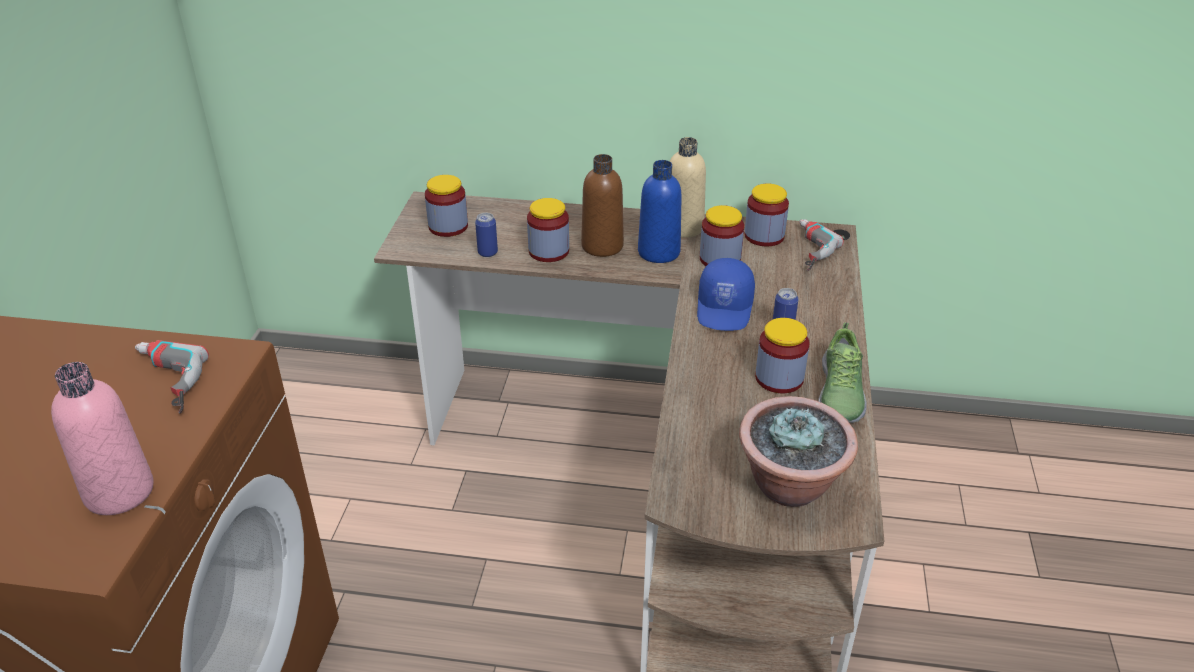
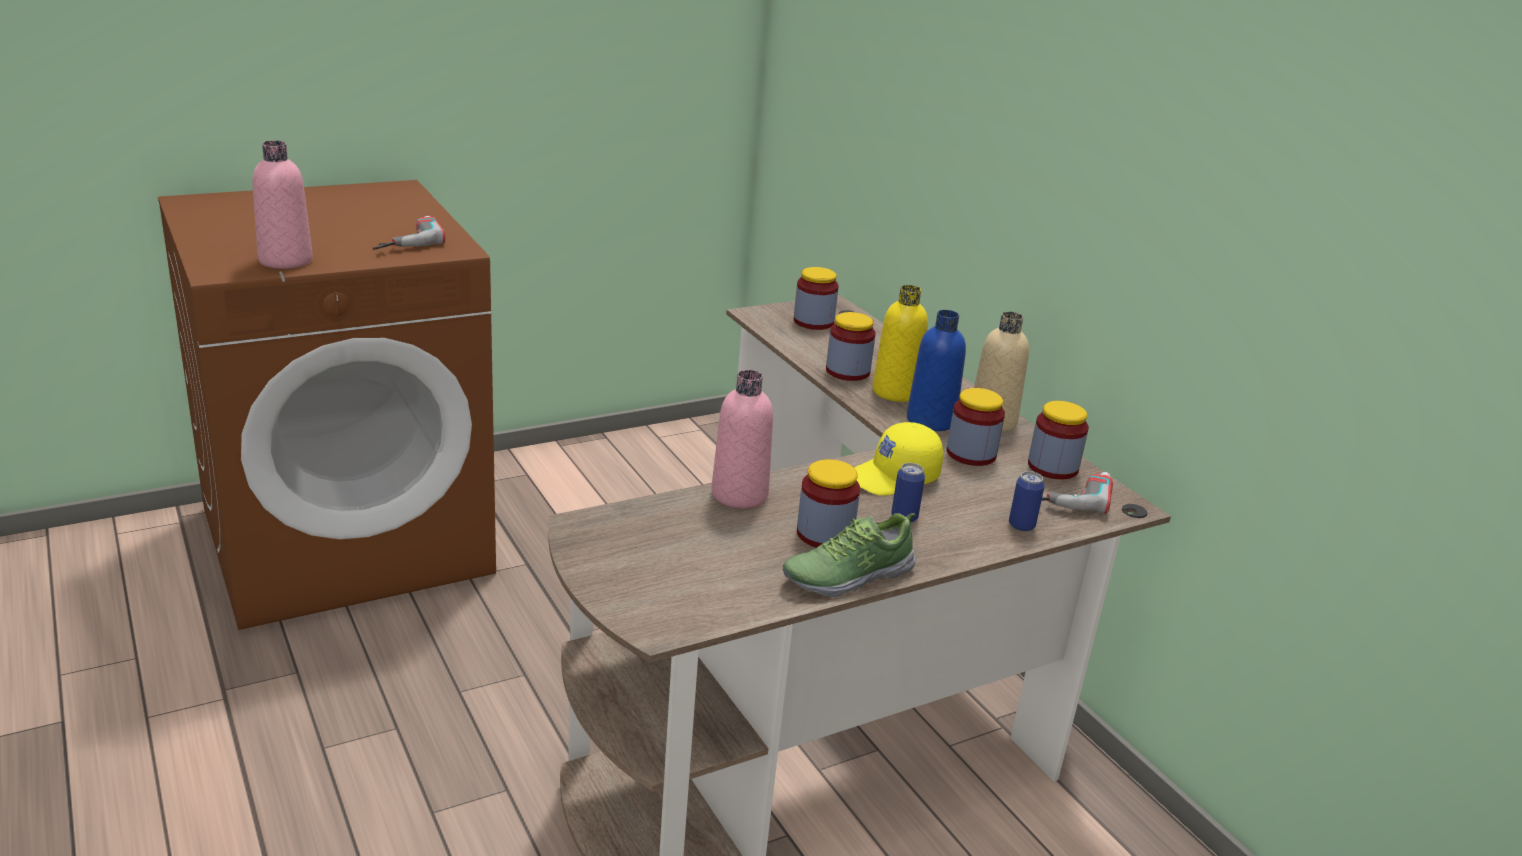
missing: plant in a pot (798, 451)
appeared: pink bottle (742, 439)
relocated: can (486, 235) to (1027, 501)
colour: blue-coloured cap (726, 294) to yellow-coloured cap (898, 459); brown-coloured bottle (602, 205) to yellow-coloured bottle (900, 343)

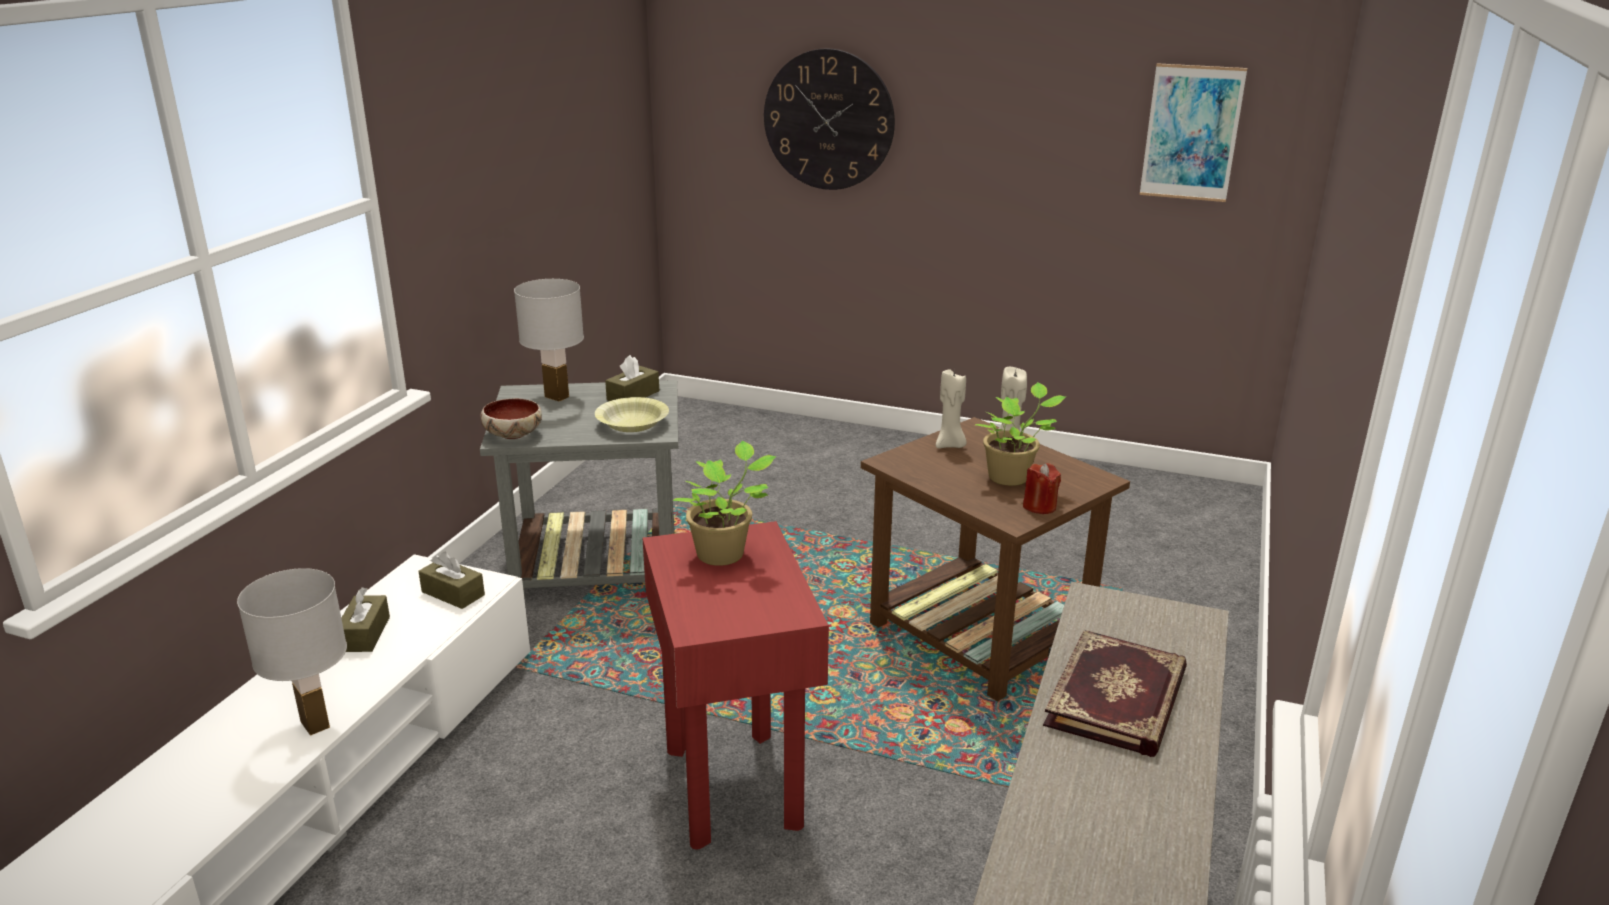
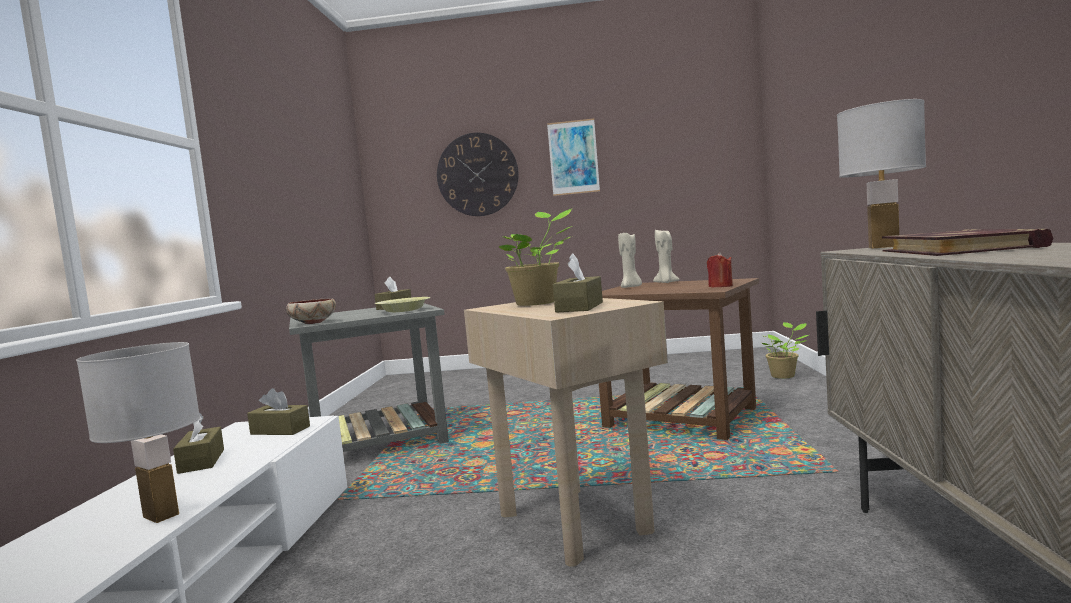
appeared: brown-coloured tissue holder (578, 283)
relocated: wall art (1193, 132) to (573, 157); plant in a pot (1020, 434) to (785, 350); whitish lamp for a table (549, 340) to (881, 173)
colour: red accent table (736, 685) to beige accent table (566, 432)

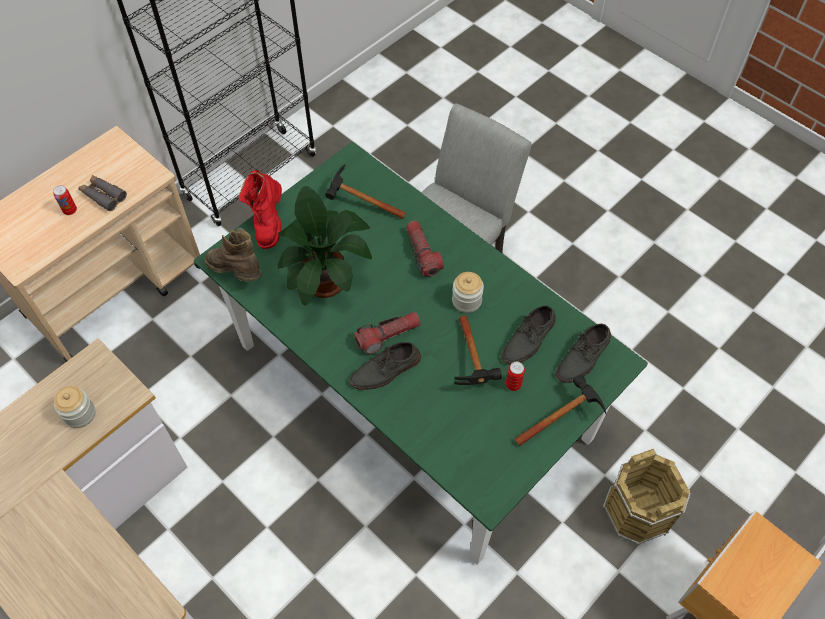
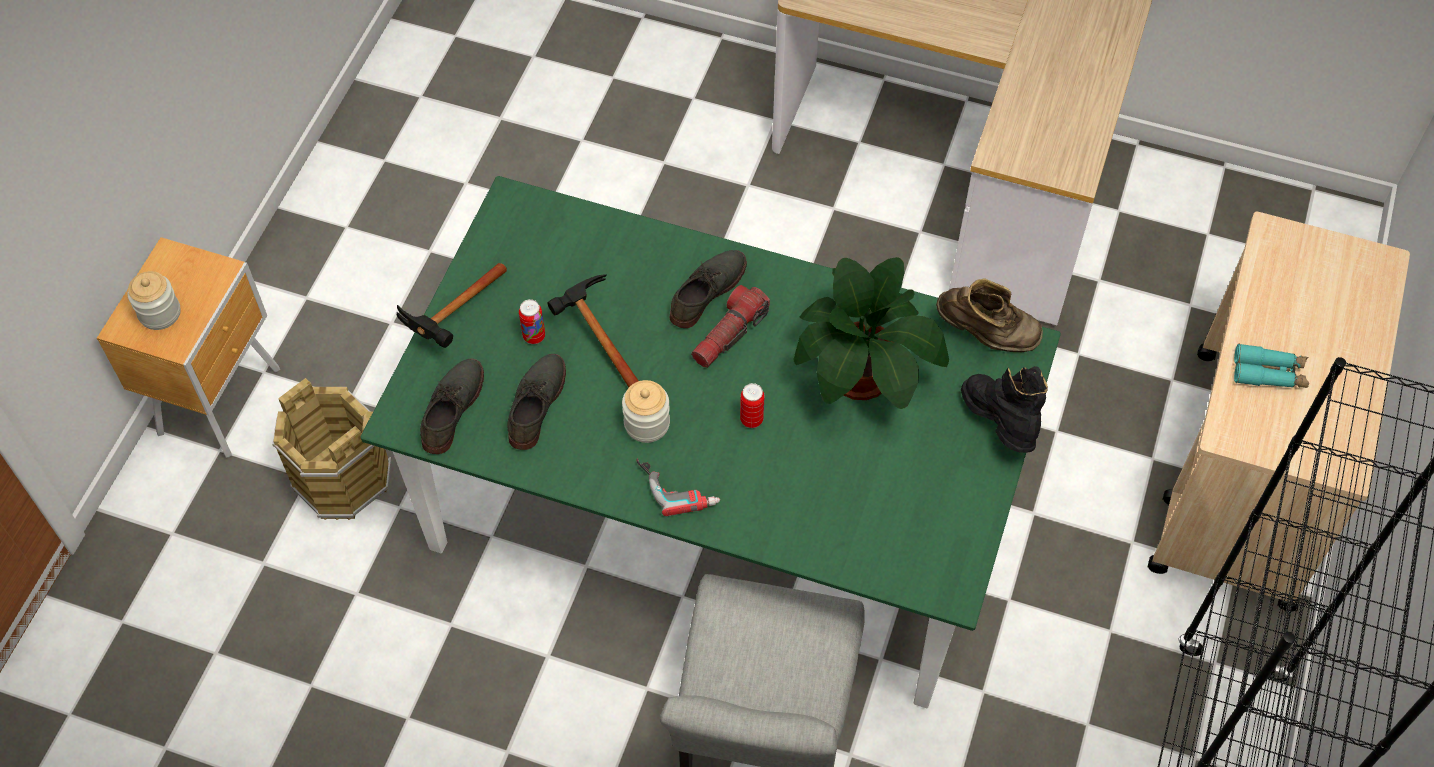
missing: hammer (365, 191); flashlight (425, 248)
appeared: power drill (678, 487)
relocated: storage jar (75, 407) to (154, 300); can (65, 200) to (752, 405)
colour: red high-top boot (260, 209) to blackish high-top boot (1004, 409); gray pair of binoculars (102, 193) to turquoise-coloured pair of binoculars (1271, 365)

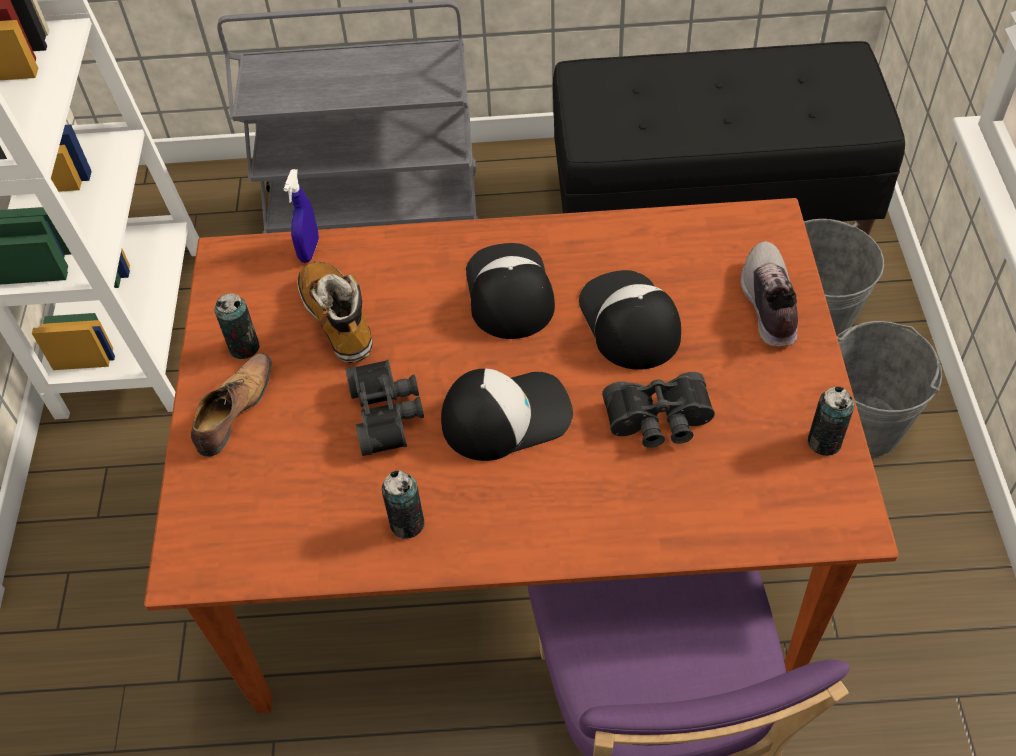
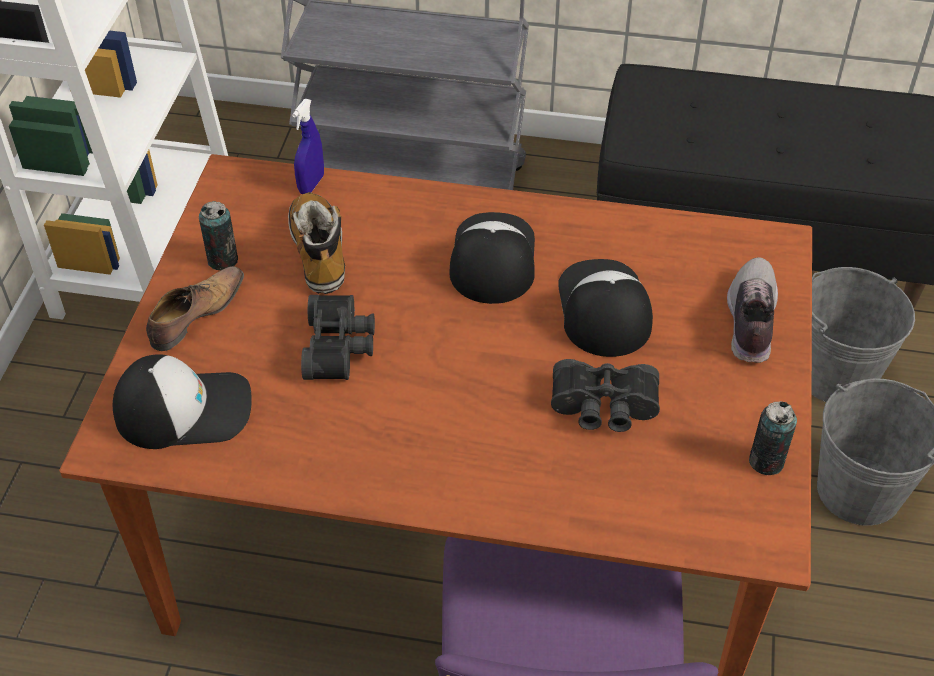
missing: can (403, 504)
relocated: cap (507, 415) to (182, 401)

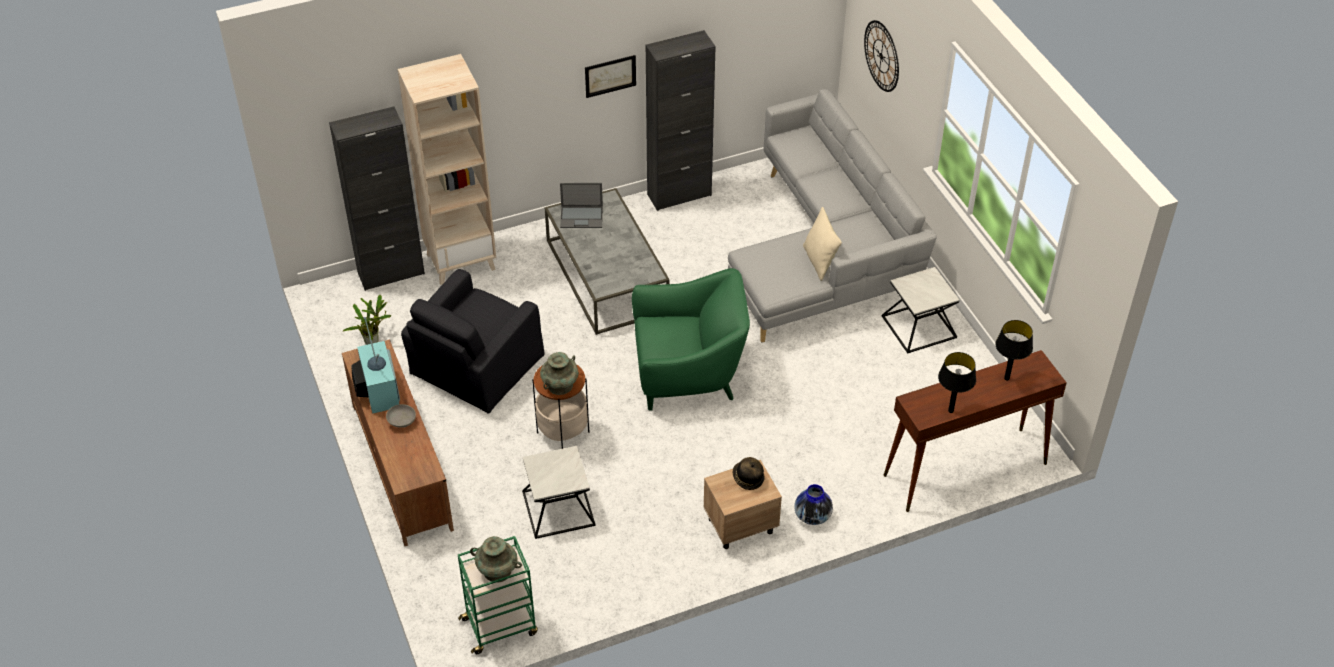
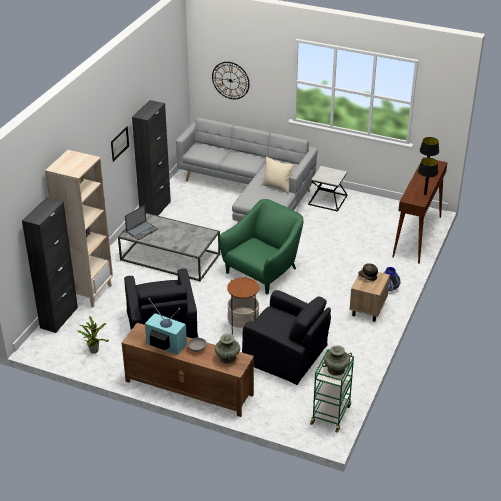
relocated: turquoise-coloured flower vase (559, 373) to (227, 349)
exchanged: accent table (559, 492) to blackish easy chair (286, 337)

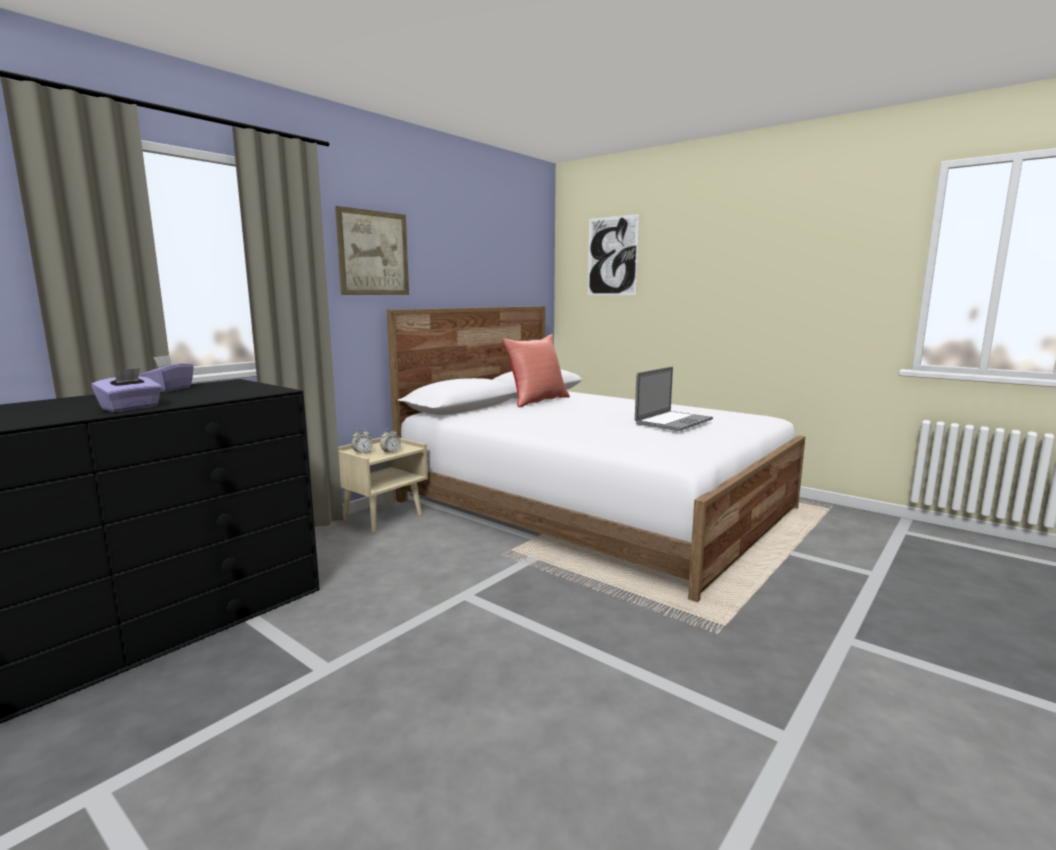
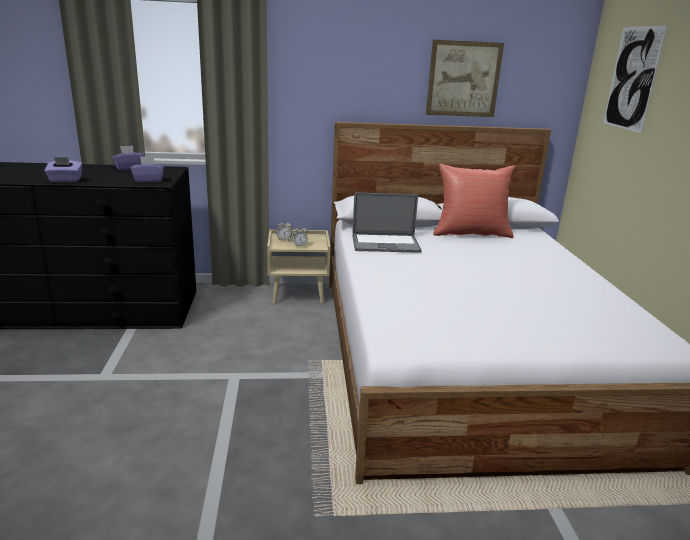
appeared: purple tissue holder (147, 169)
relocated: laptop (674, 398) to (387, 222); wall art (372, 250) to (465, 78)

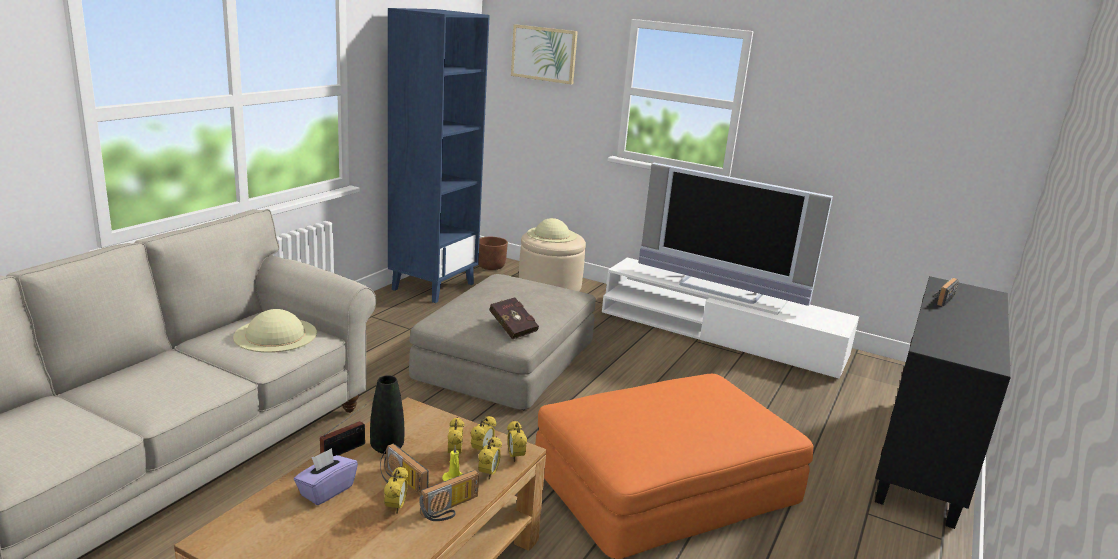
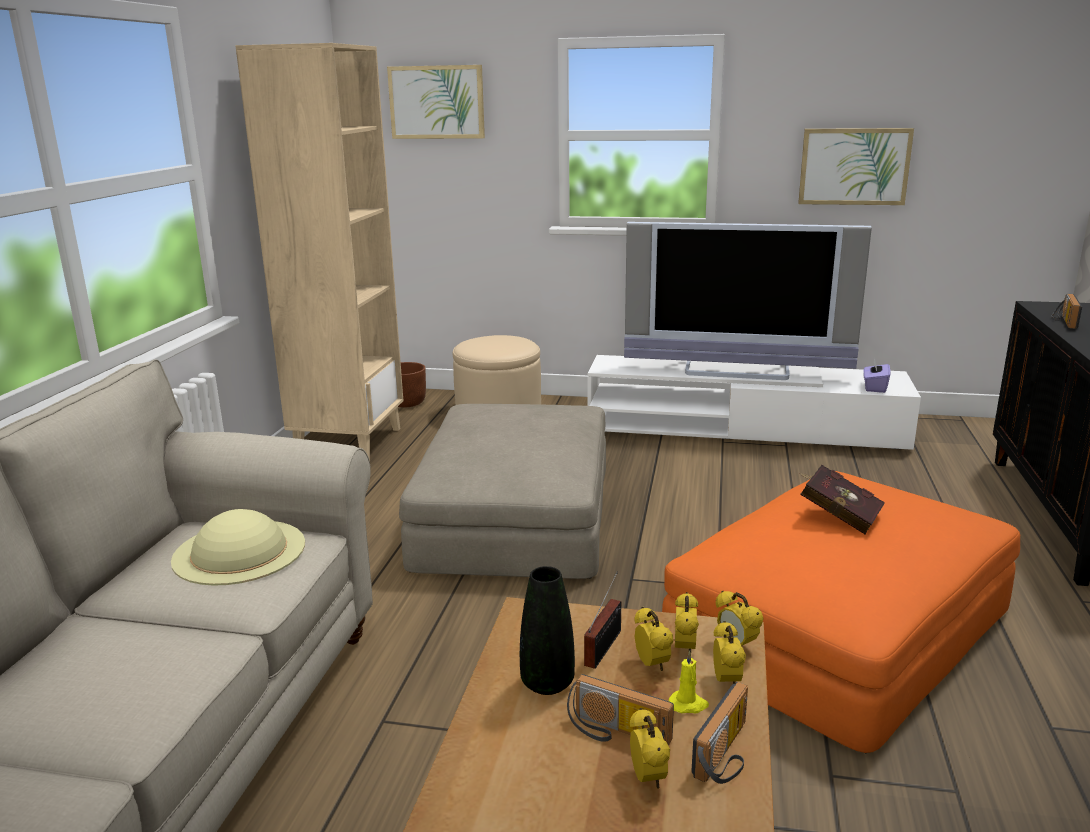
missing: beige hat (552, 230)
appeared: wall art (856, 166)
relocated: radio (343, 430) to (602, 620); red book (514, 318) to (842, 499); purple tissue holder (326, 476) to (876, 375)
colour: blue-coloured bookshelf (439, 155) to beige bookshelf (319, 252)

